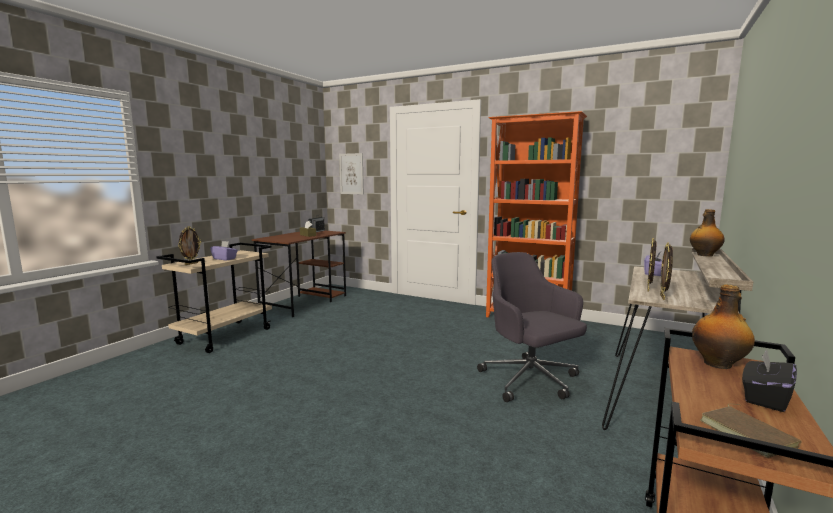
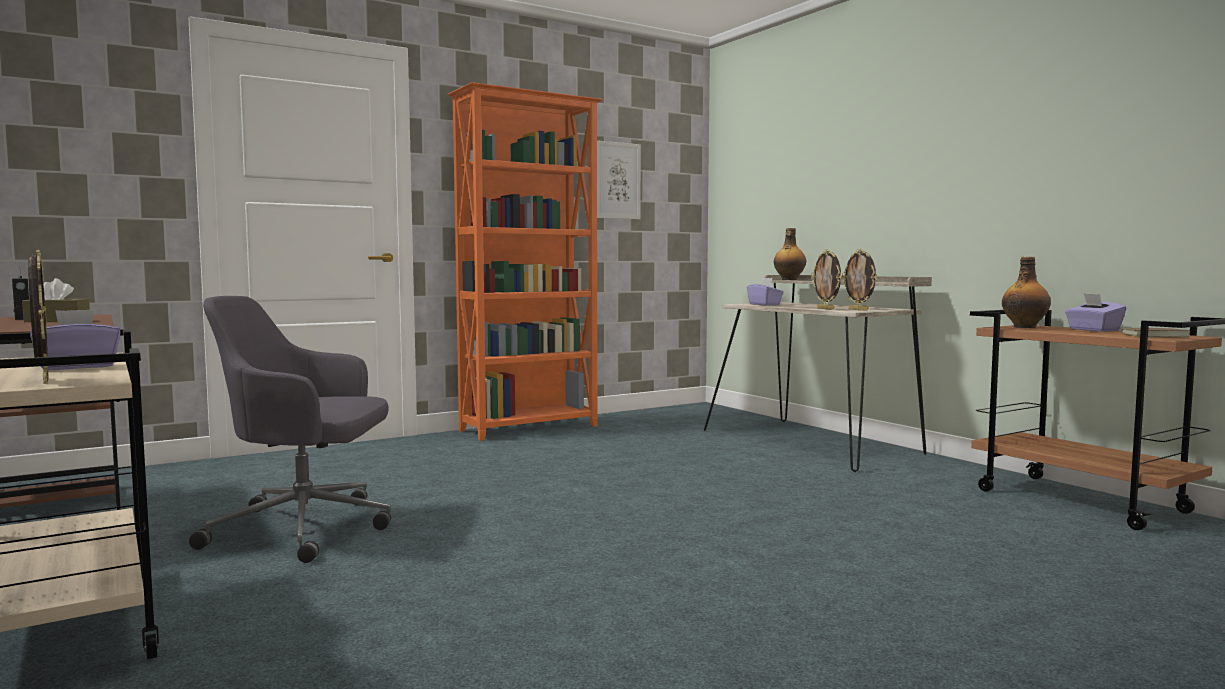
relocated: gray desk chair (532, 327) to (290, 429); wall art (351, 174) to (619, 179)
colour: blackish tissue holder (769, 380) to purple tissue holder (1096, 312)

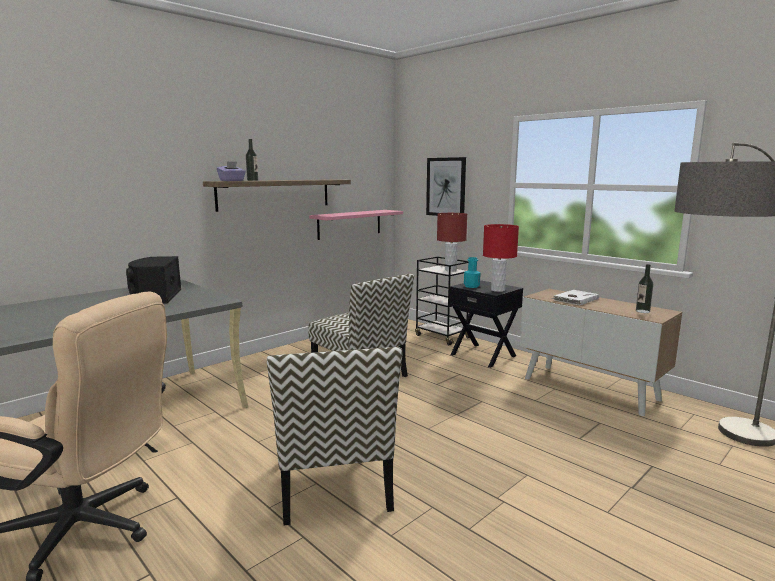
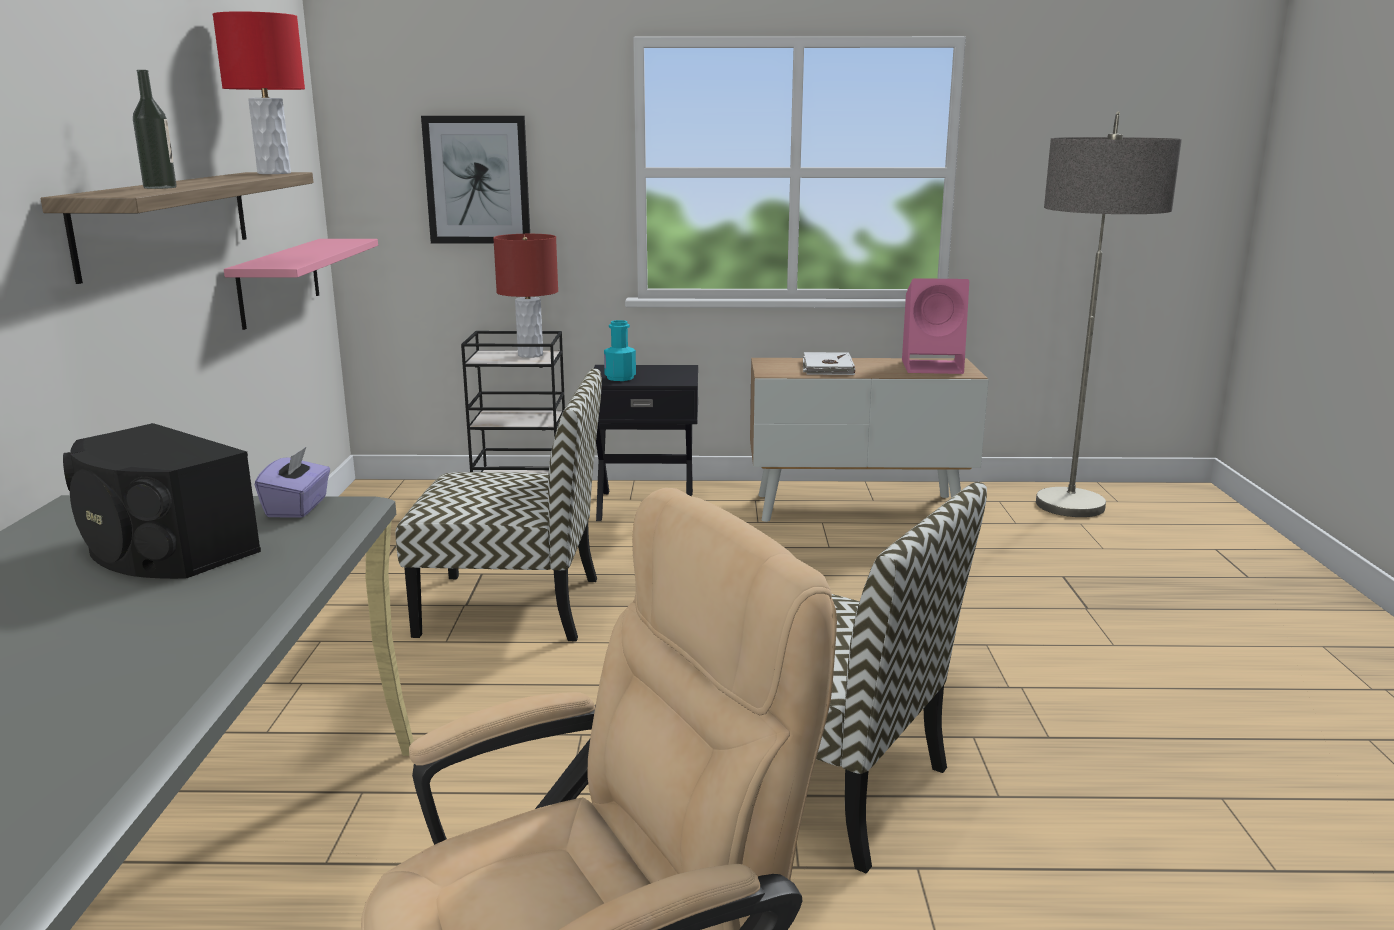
relocated: red lamp for a table (501, 258) to (259, 92); purple tissue holder (231, 171) to (292, 482)
exchanged: bottle (644, 288) to pink loudspeaker (935, 326)

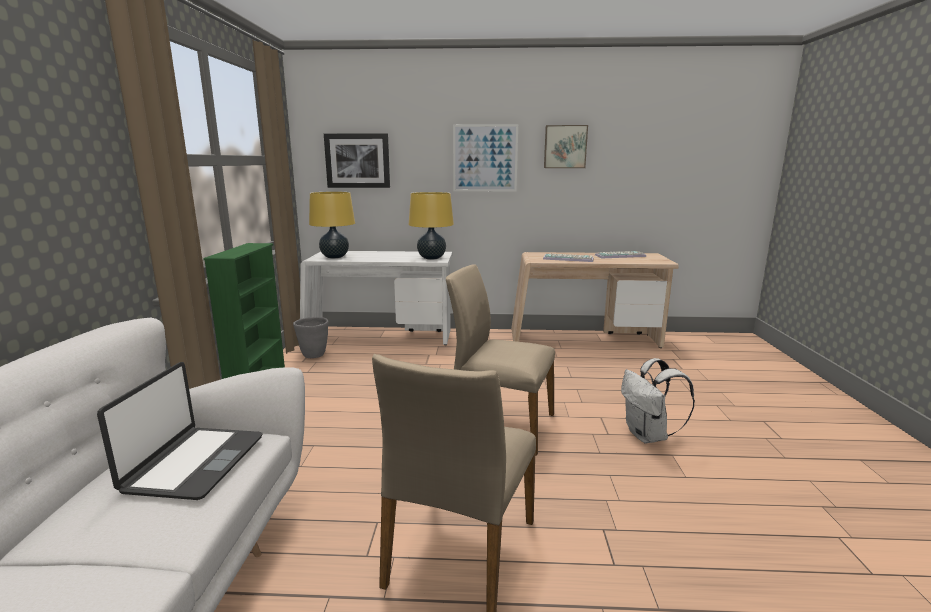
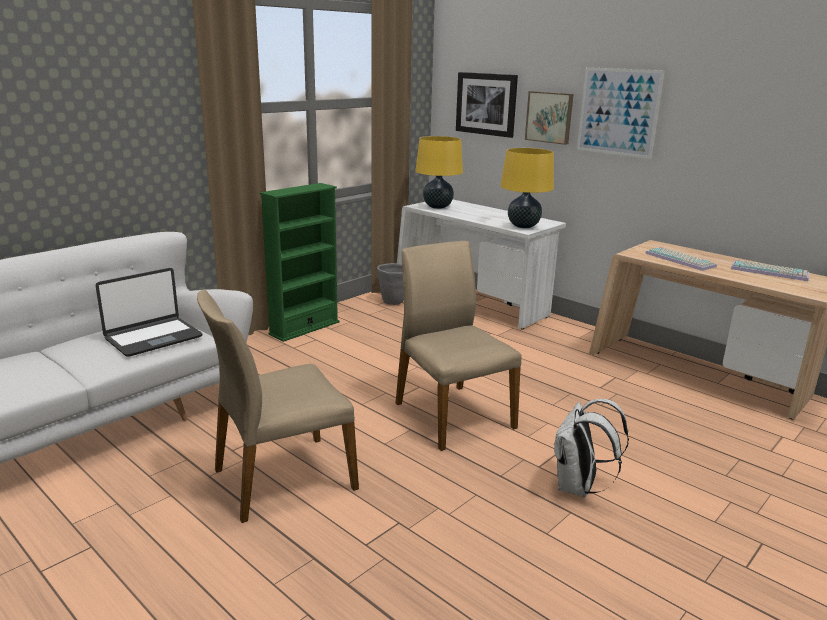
relocated: wall art (566, 146) to (549, 118)

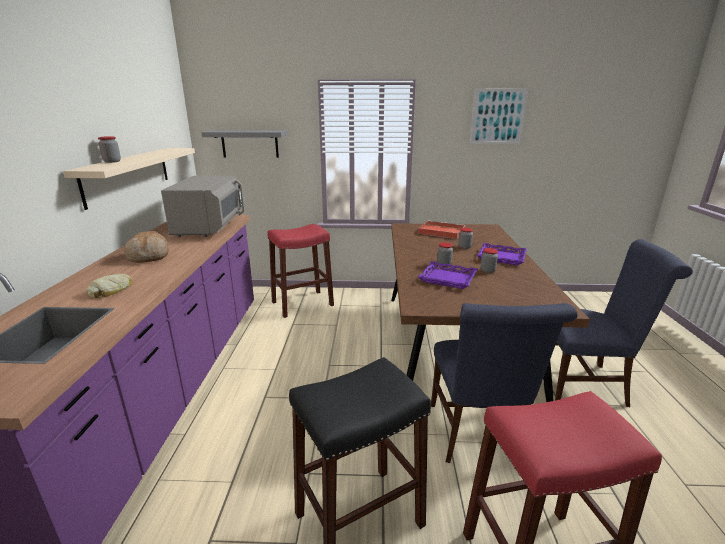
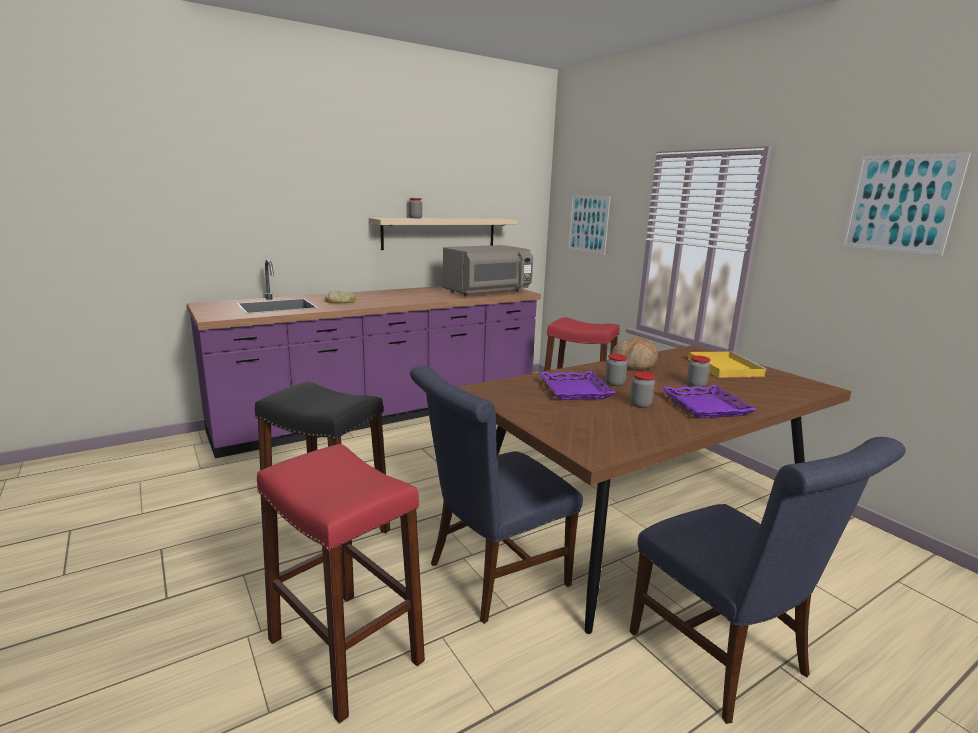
relocated: bread (146, 247) to (635, 354)
exchanged: gray wall shelf (244, 144) to wall art (589, 225)
colour: red tray (441, 230) to yellow-coloured tray (728, 364)

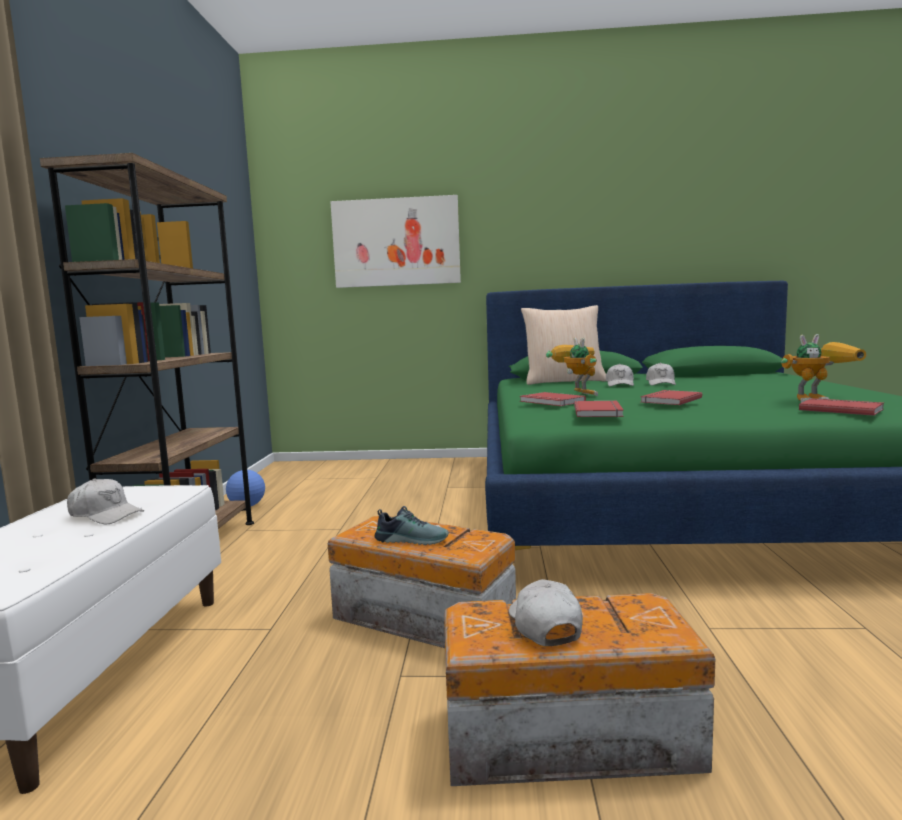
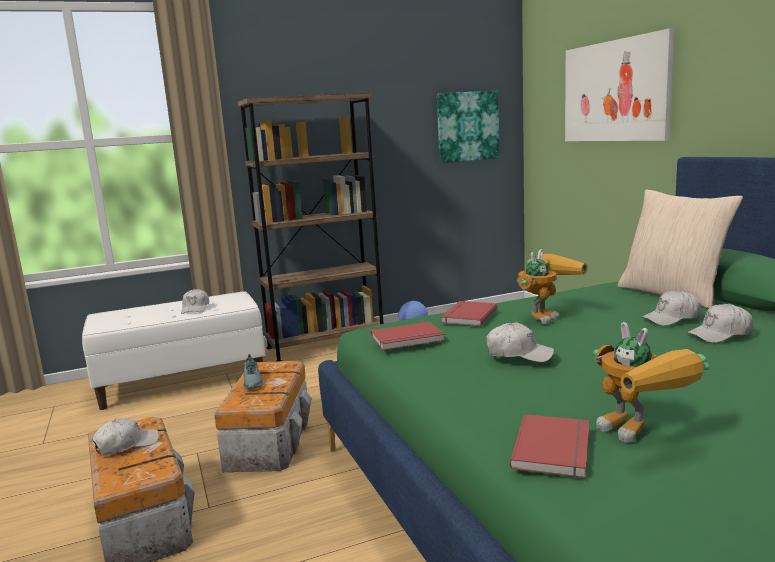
appeared: wall art (468, 127)
exchanged: red book (671, 397) to whitish cap (520, 342)

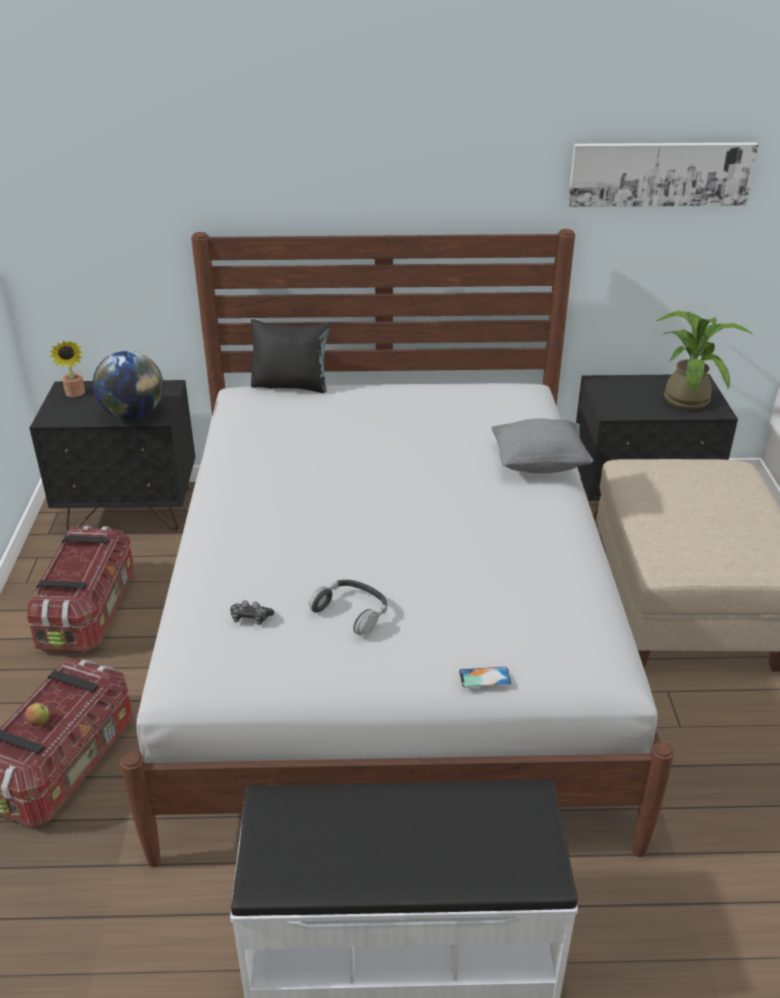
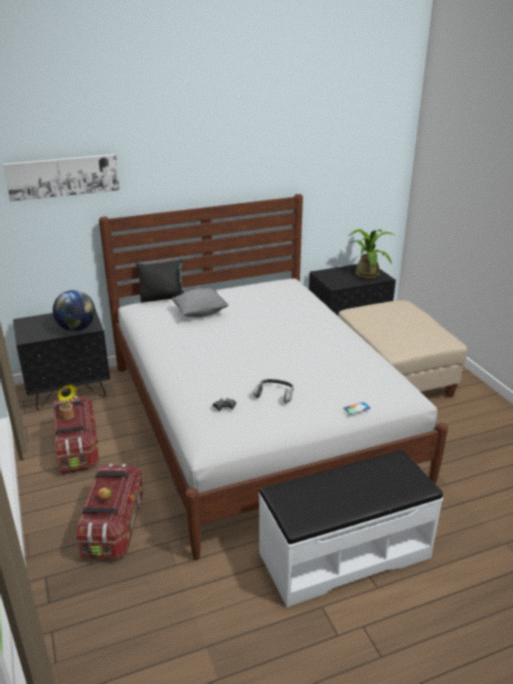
relocated: wall art (663, 175) to (61, 178); plant in a pot (67, 369) to (67, 402); gray throw pillow (542, 446) to (200, 302)

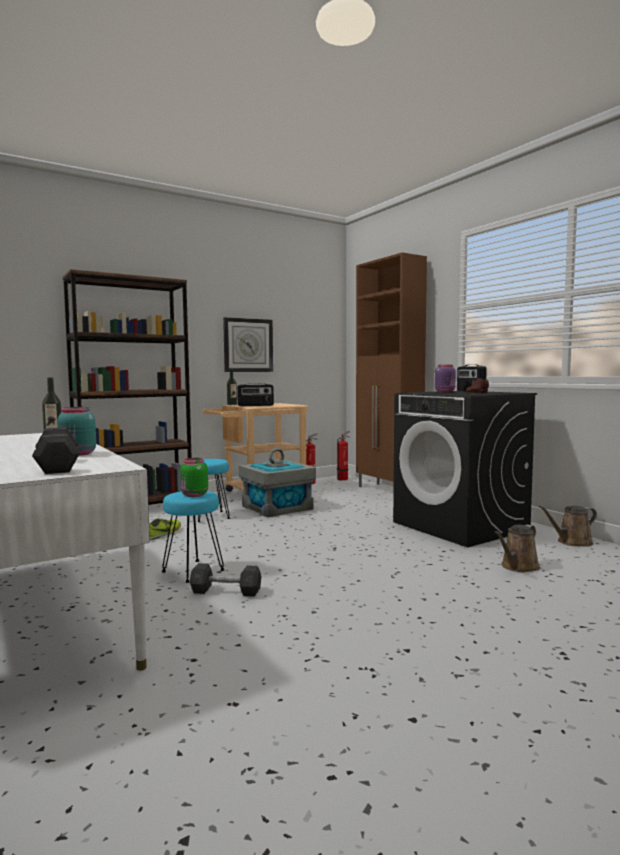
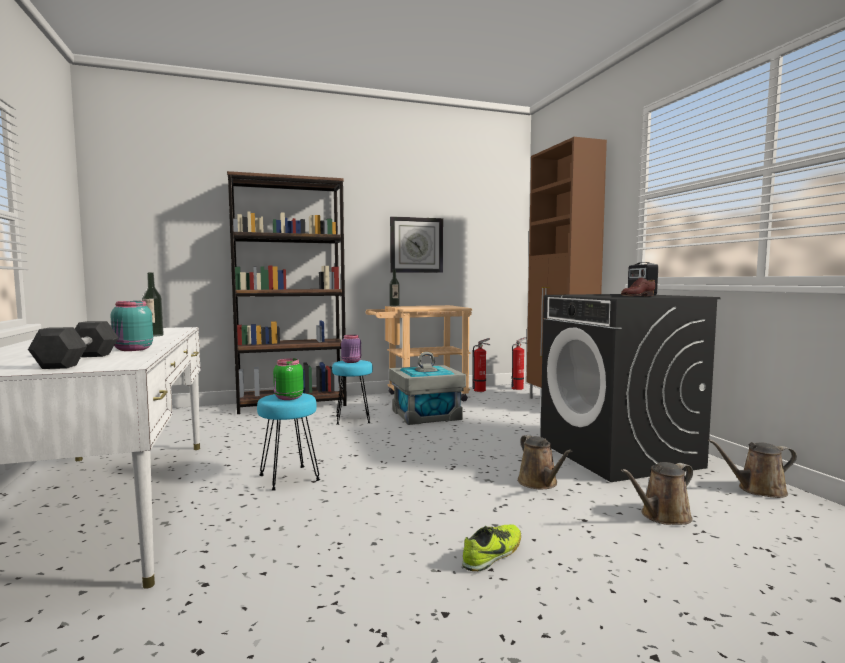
missing: gray dumbbell (225, 580); radio (255, 394)
appeared: brown-coloured watering pot (545, 462)
relocated: purple storage jar (445, 378) to (351, 349); item of footwear (165, 529) to (491, 547)

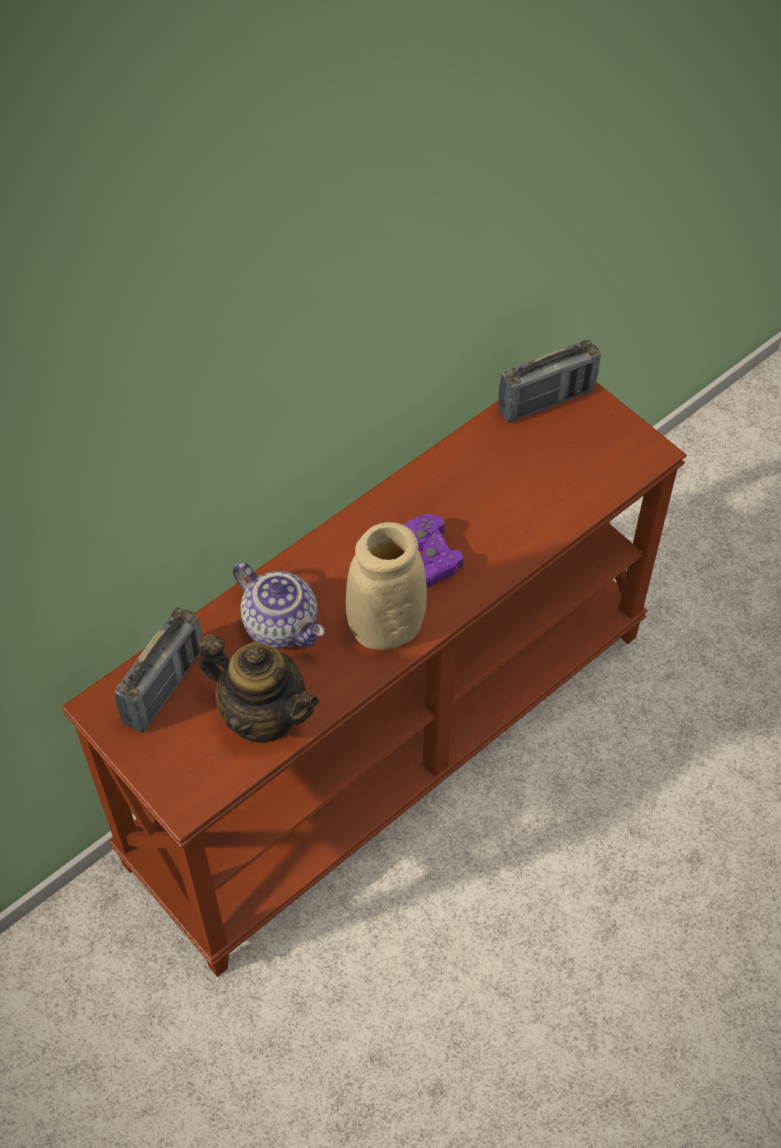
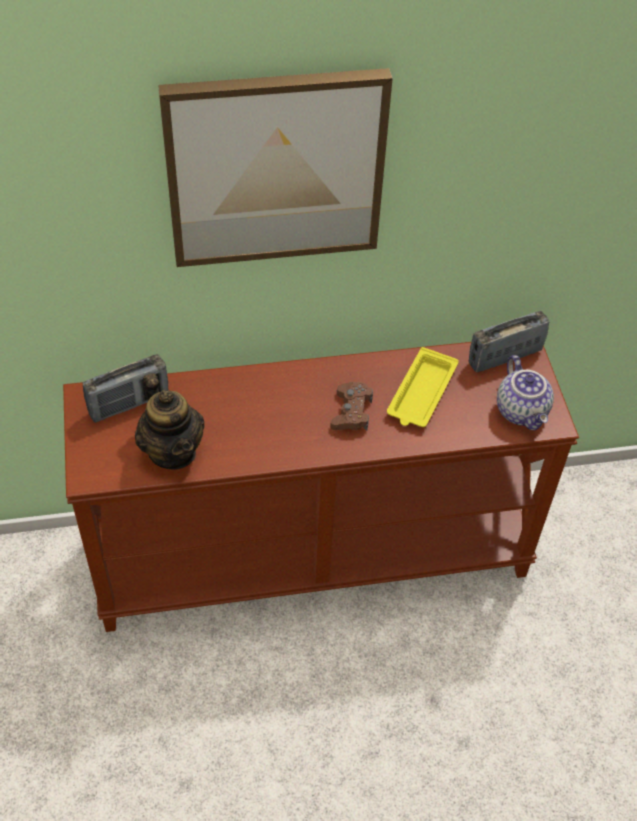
missing: beige flower vase (386, 586)
appeared: wall art (275, 167); yellow-coloured tray (423, 387)
relocated: tea pot (279, 605) to (525, 392)
colour: purple game controller (434, 551) to brown-coloured game controller (351, 406)
spun: radio (549, 381) = (509, 341) 150 degrees clockwise

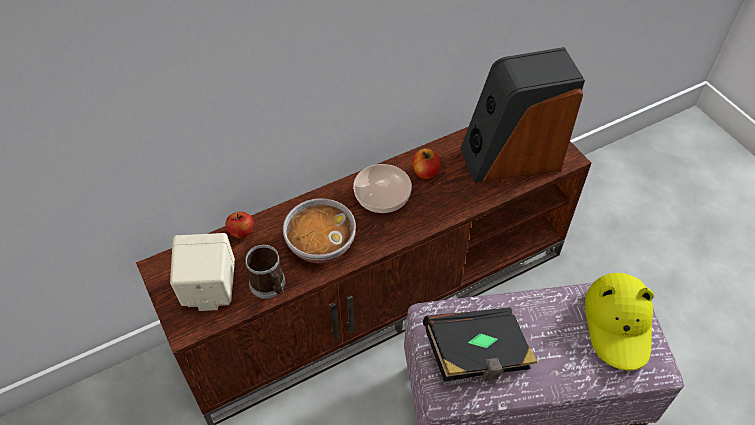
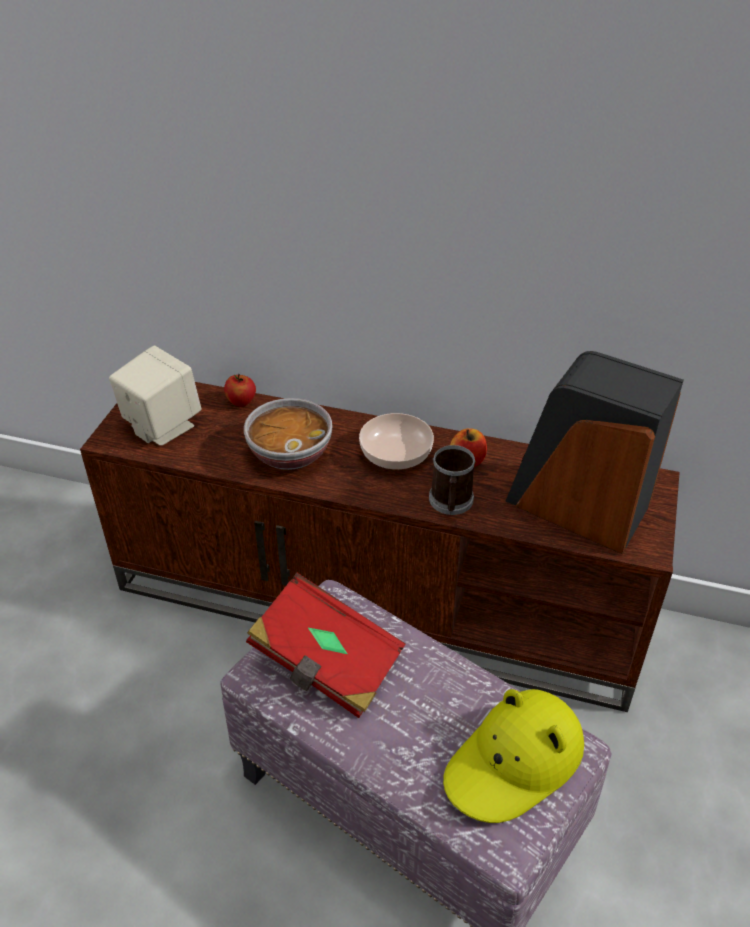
relocated: mug (265, 272) to (452, 480)
colour: blackish book (480, 344) to red book (326, 645)

